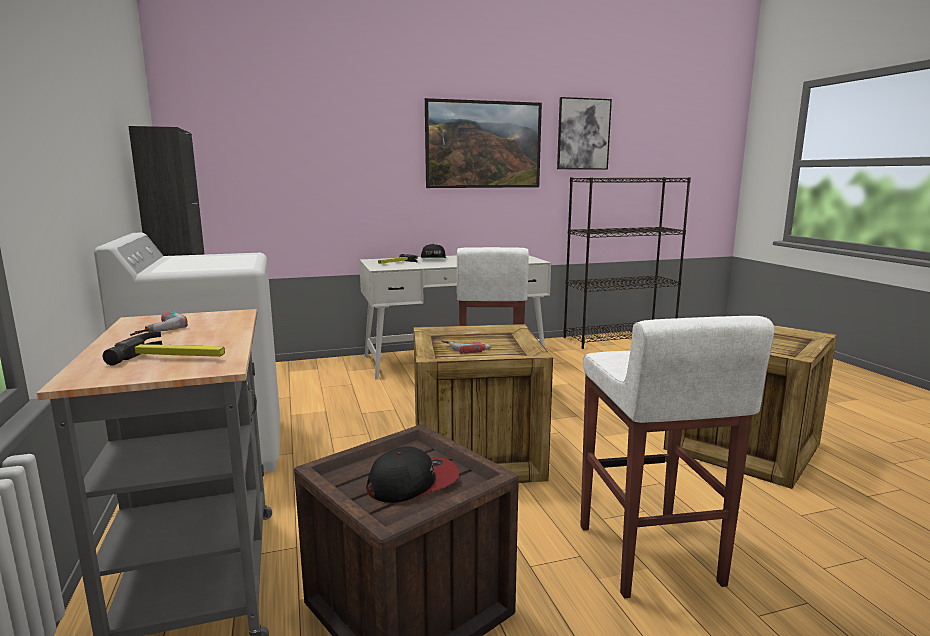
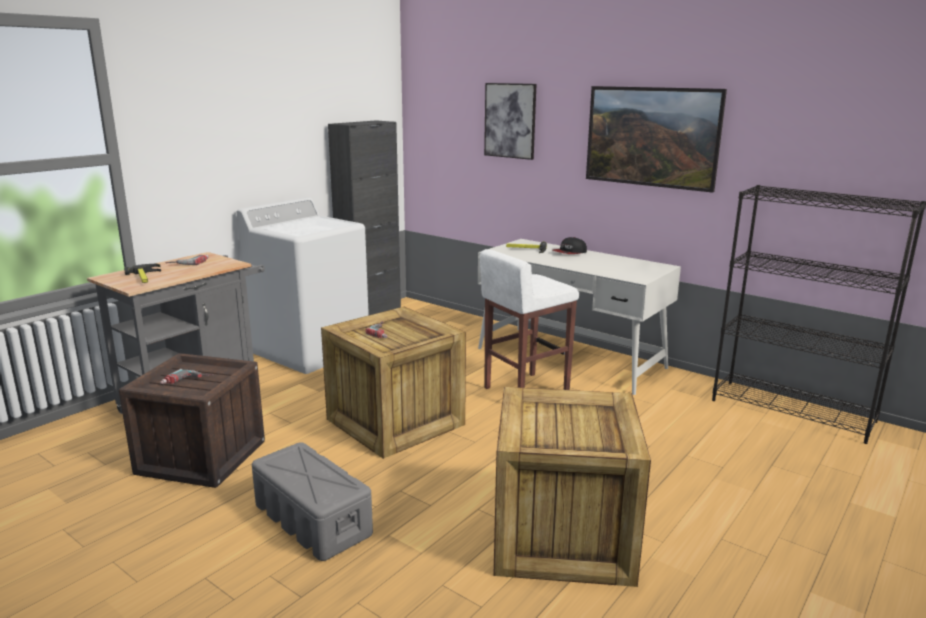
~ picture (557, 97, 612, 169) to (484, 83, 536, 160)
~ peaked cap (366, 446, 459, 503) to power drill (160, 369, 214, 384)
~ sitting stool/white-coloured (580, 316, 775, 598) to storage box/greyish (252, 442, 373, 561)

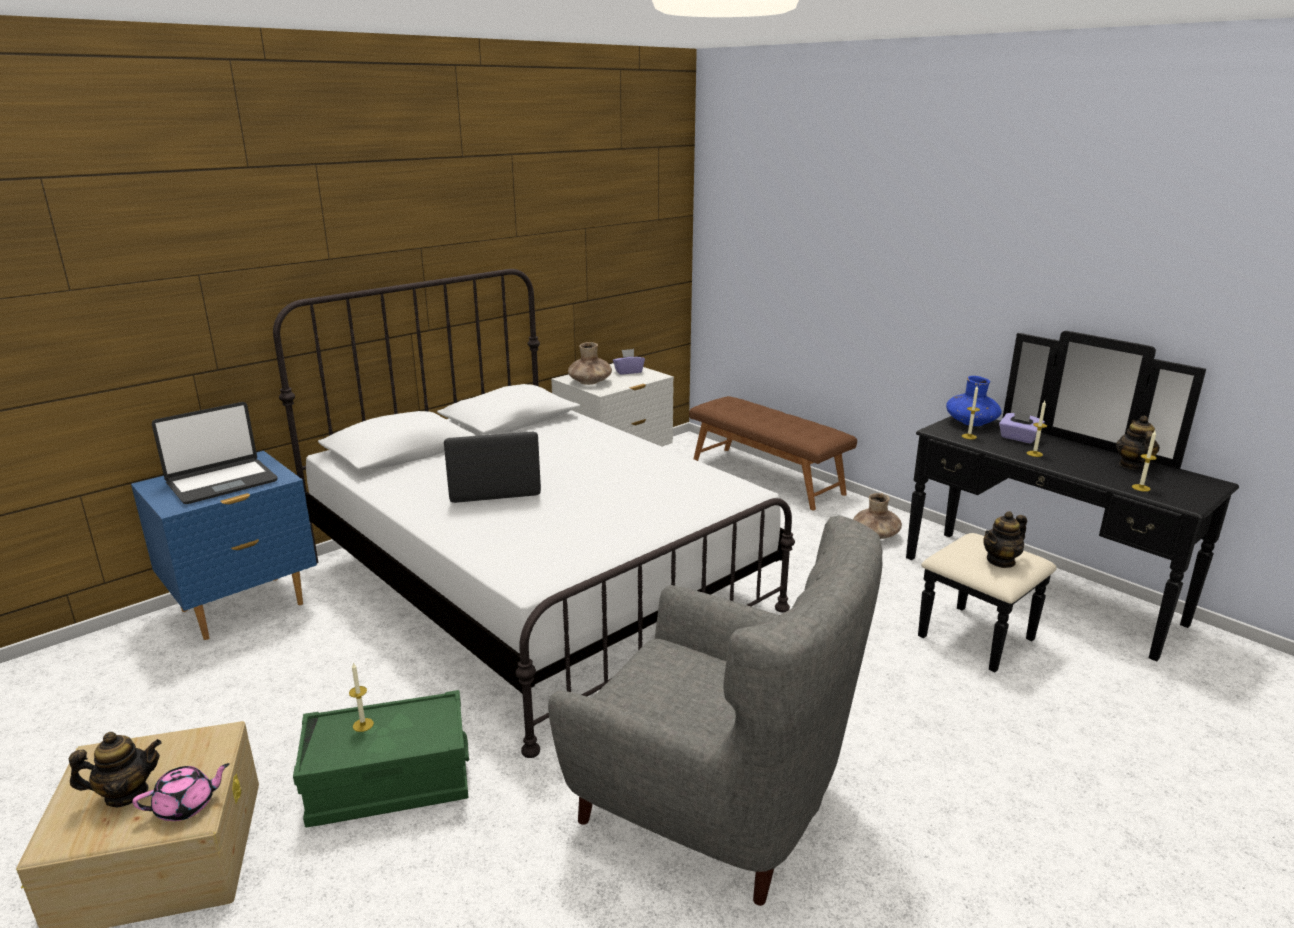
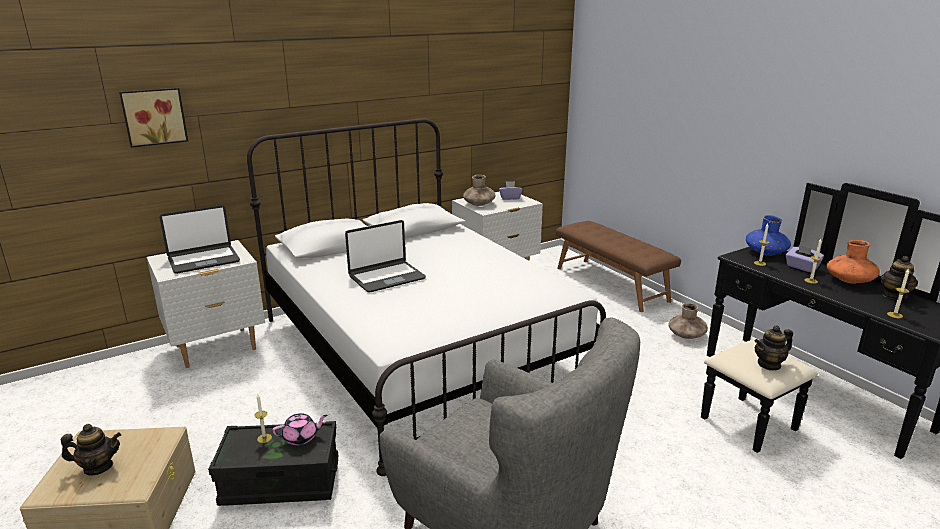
+ picture (119, 88, 188, 148)
+ flower vase/orangey (826, 240, 880, 284)
~ teapot/pink (132, 763, 230, 821) to (272, 413, 327, 445)
~ night table/blue (131, 451, 317, 640) to night table/white-coloured (147, 240, 265, 368)
~ storage box/green (293, 690, 469, 828) to storage box/black-coloured (208, 421, 338, 506)
~ notebook computer (444, 432, 541, 503) = (345, 220, 426, 293) 150 degrees clockwise

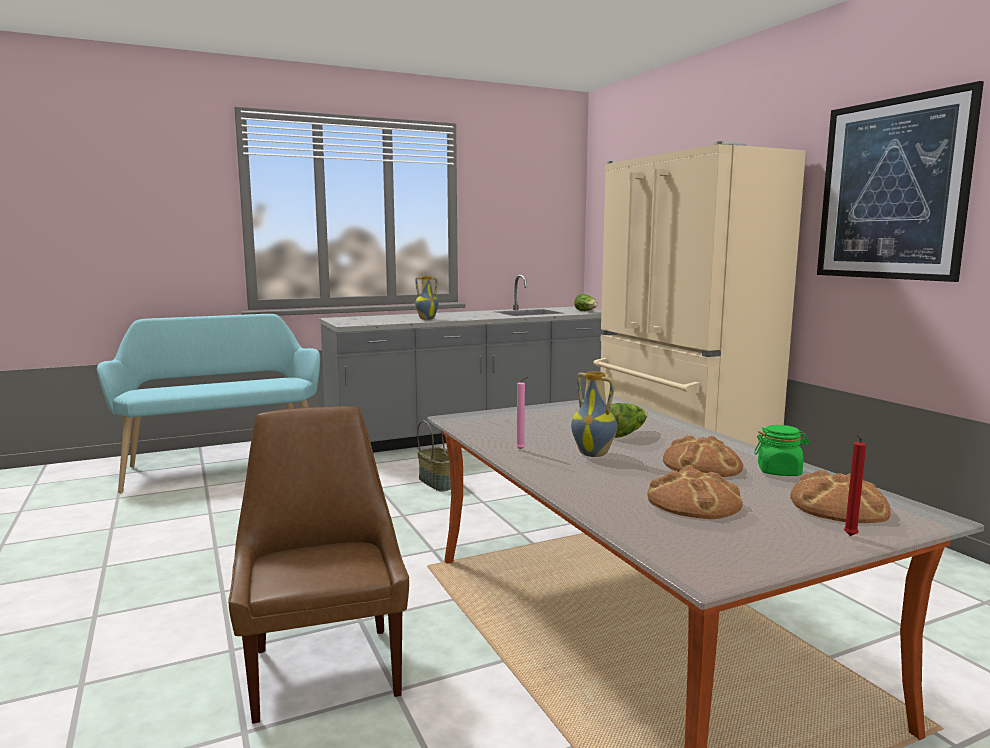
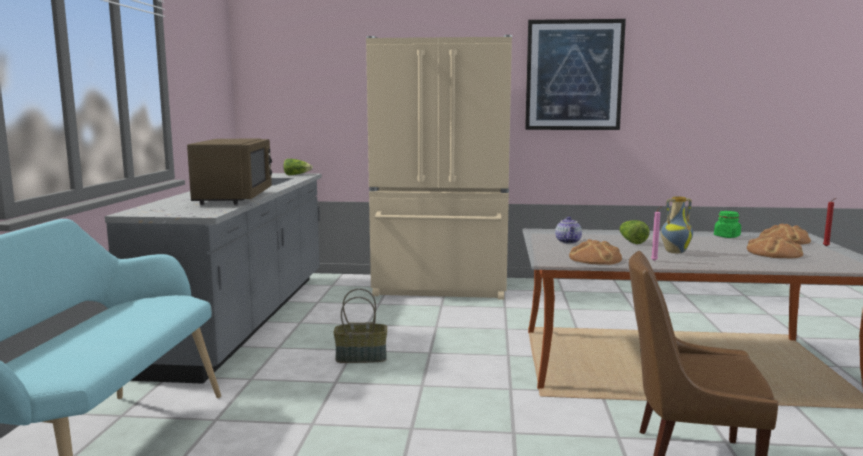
+ teapot (555, 217, 582, 244)
~ baked bread (663, 435, 743, 477) to (569, 239, 622, 265)
~ flower vase (415, 276, 439, 320) to microwave oven/brownish (187, 139, 272, 205)

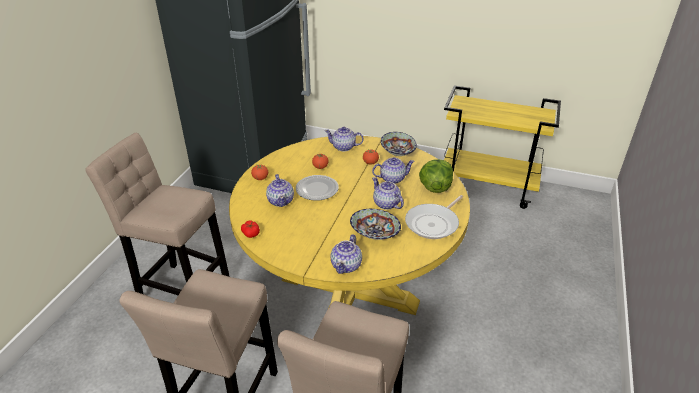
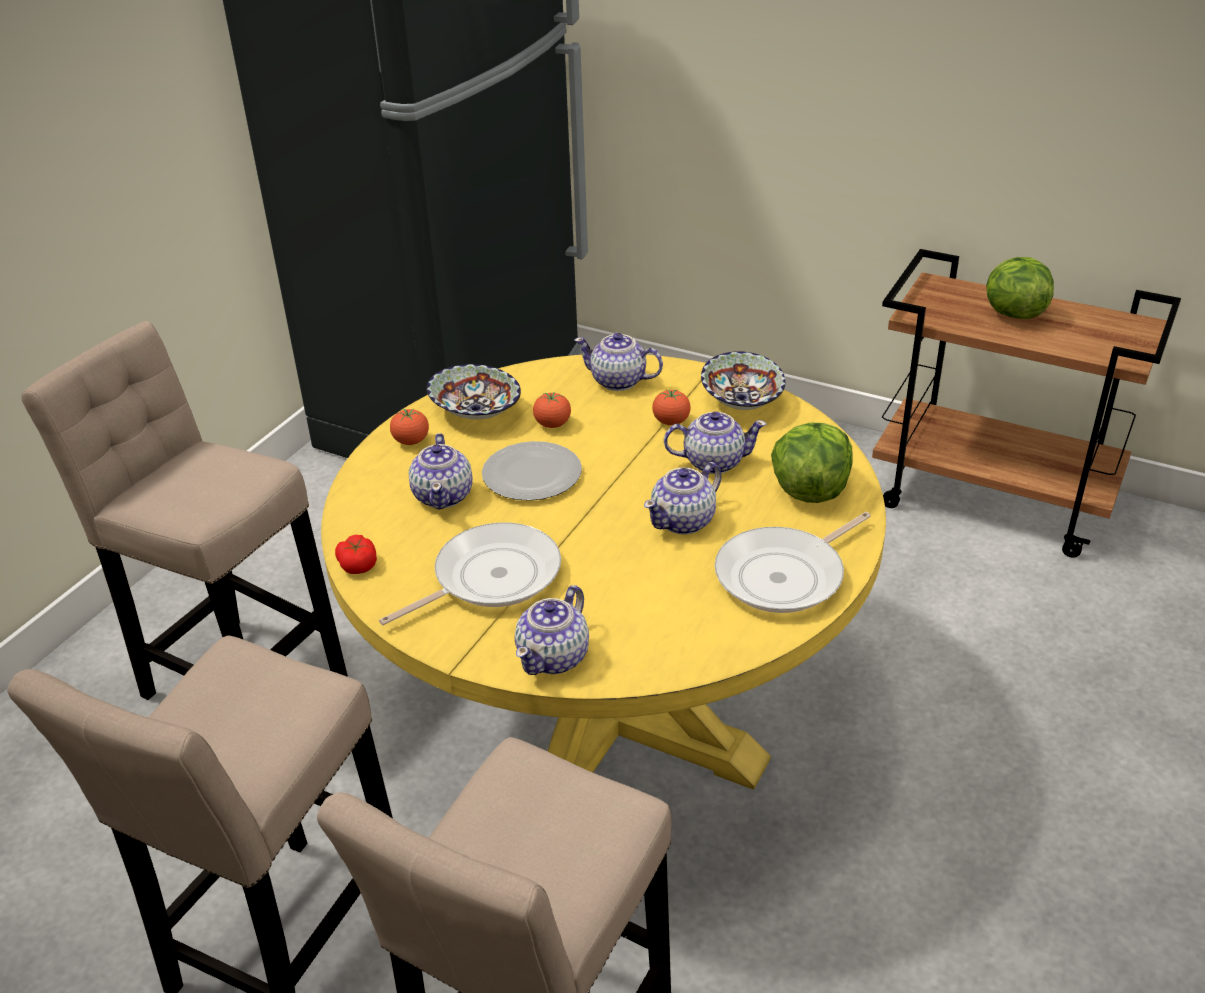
+ pan (379, 523, 561, 626)
+ lettuce (986, 257, 1054, 319)
~ deep dish (350, 209, 401, 240) to (426, 364, 521, 419)
~ trolley/yellow (444, 85, 561, 209) to trolley/brownish (872, 249, 1181, 558)
~ teapot (372, 177, 404, 210) = (644, 462, 722, 535) 105 degrees counterclockwise

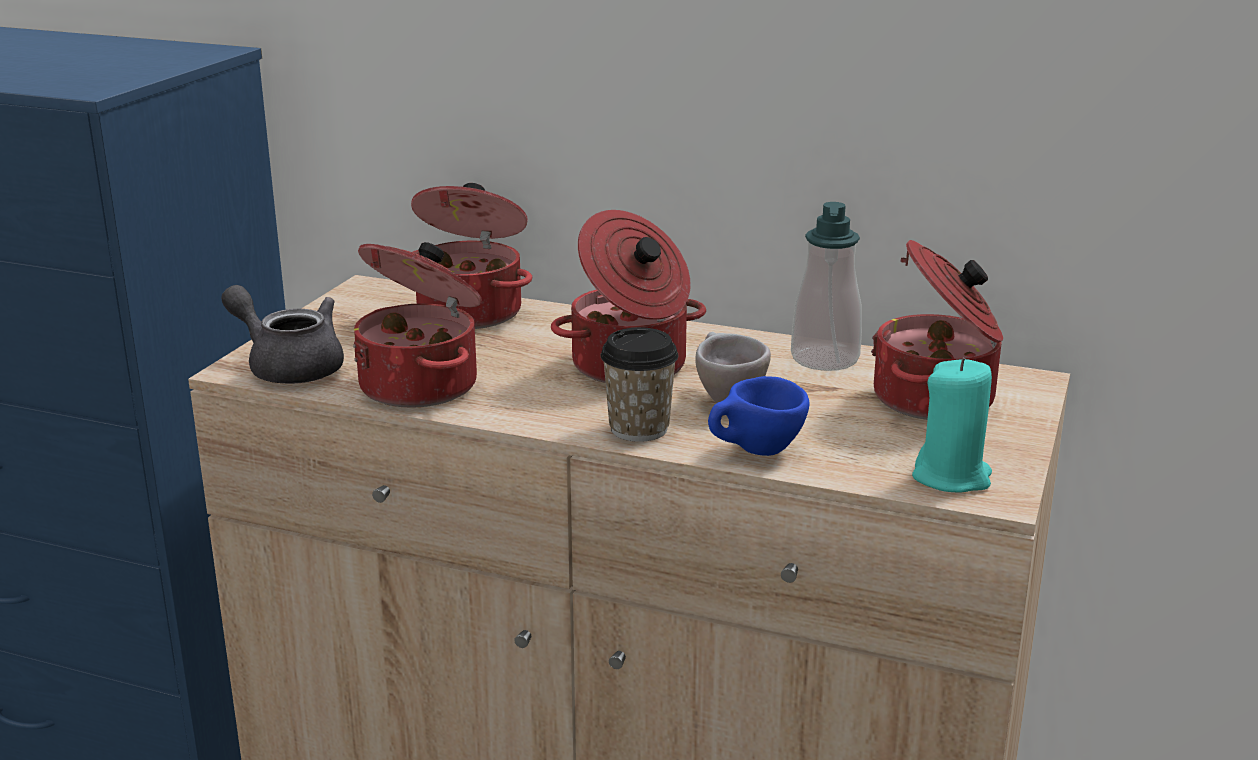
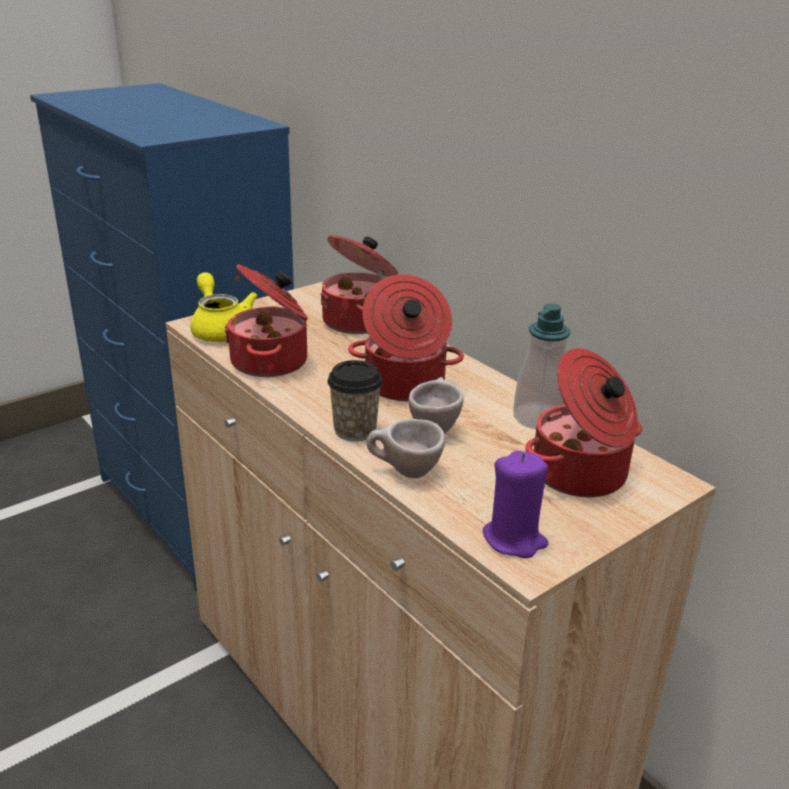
~ teapot/greyish (221, 285, 344, 384) to teapot/yellow (190, 272, 258, 342)
~ cup/blue (708, 376, 810, 456) to cup/sand-coloured (366, 419, 445, 478)
~ wax candle/blue-green (912, 358, 992, 493) to wax candle/purple-coloured (483, 451, 548, 558)

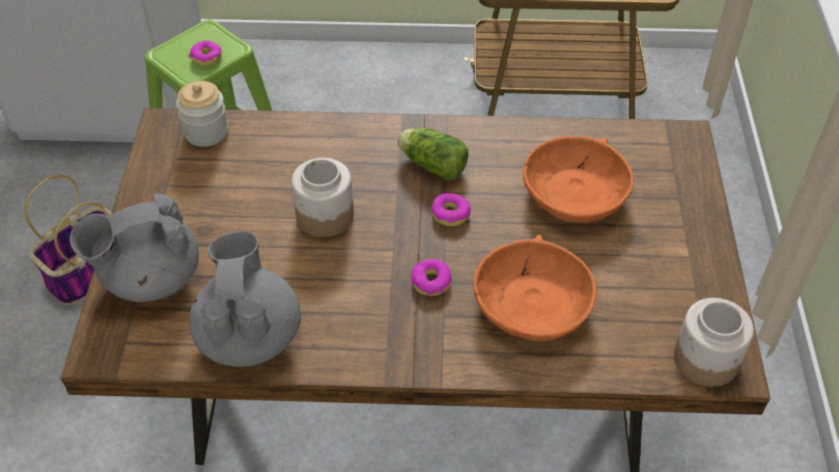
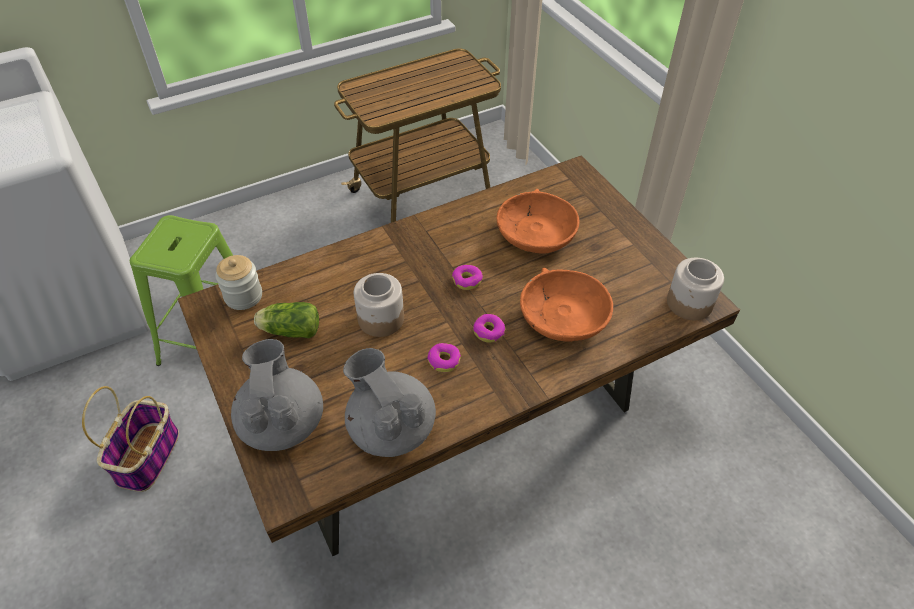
~ doughnut (190, 40, 222, 66) to (427, 343, 461, 372)
~ lettuce (397, 128, 468, 180) to (254, 302, 319, 338)
~ teapot/greyish (70, 194, 199, 302) = (231, 339, 323, 451) 135 degrees clockwise

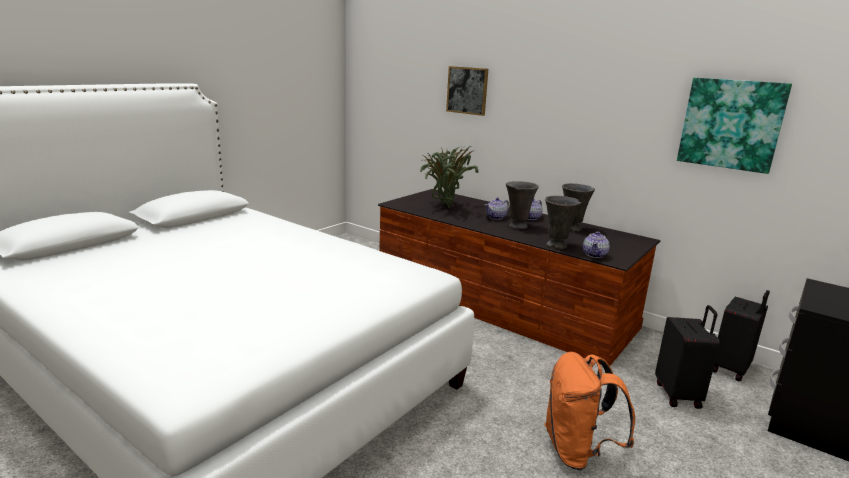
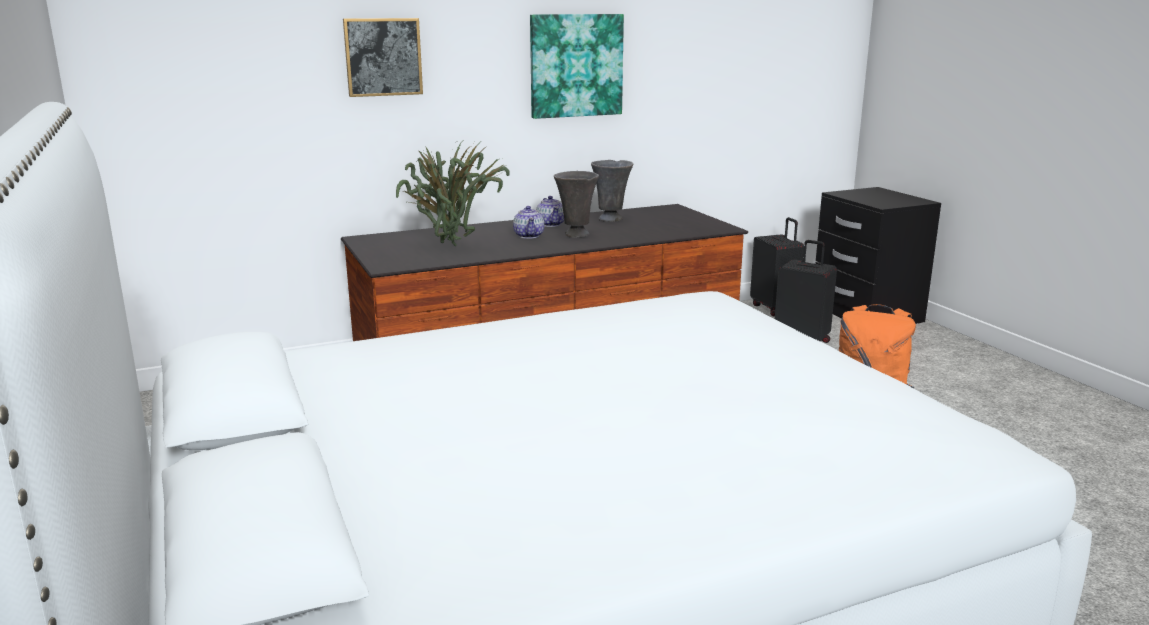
- flower vase/greyish (545, 195, 581, 249)
- teapot (583, 231, 609, 258)
~ picture (677, 78, 792, 174) to (530, 14, 624, 119)

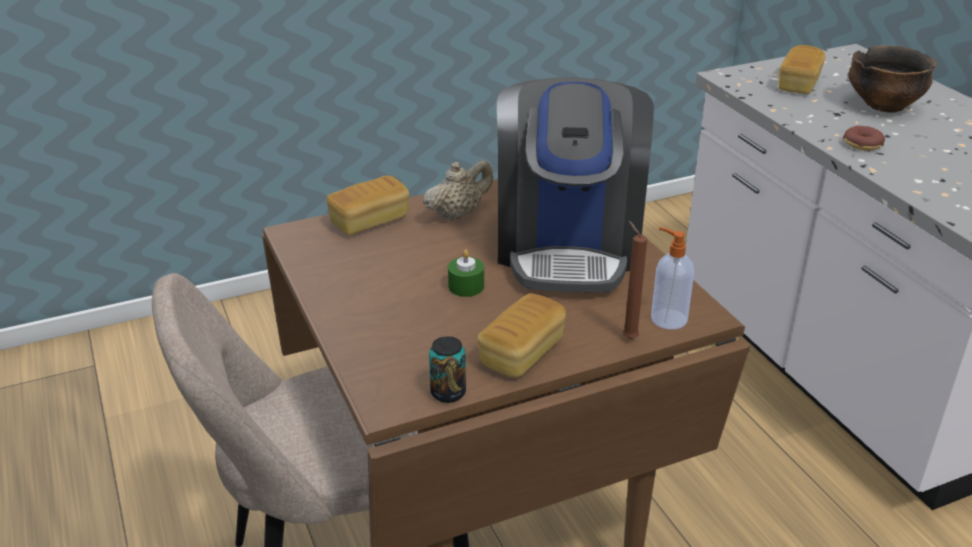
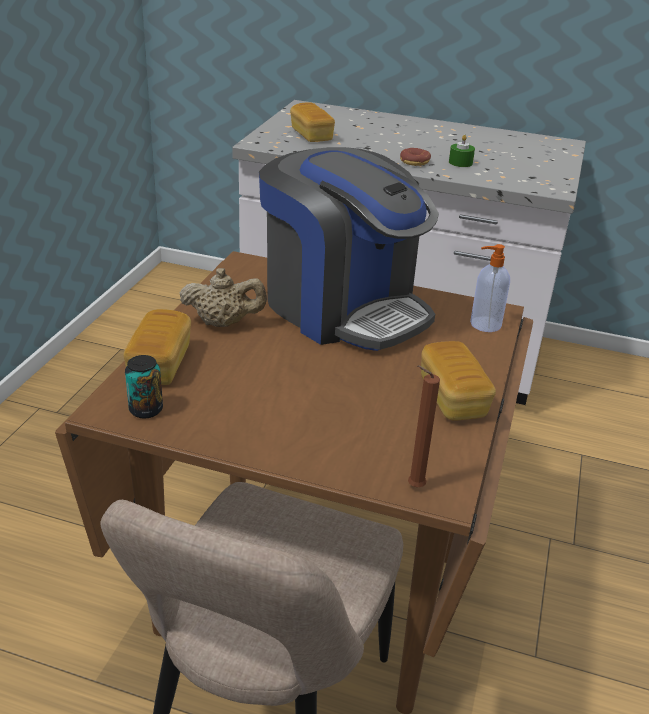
- deep dish (848, 45, 936, 113)
~ can (429, 336, 466, 403) to (125, 355, 163, 418)
~ wax candle/green (448, 250, 484, 297) to (449, 135, 475, 167)
~ wax candle/brownish (623, 221, 647, 339) to (408, 365, 440, 487)
~ teapot/sand-coloured (423, 160, 493, 221) = (180, 268, 267, 327) 90 degrees clockwise

